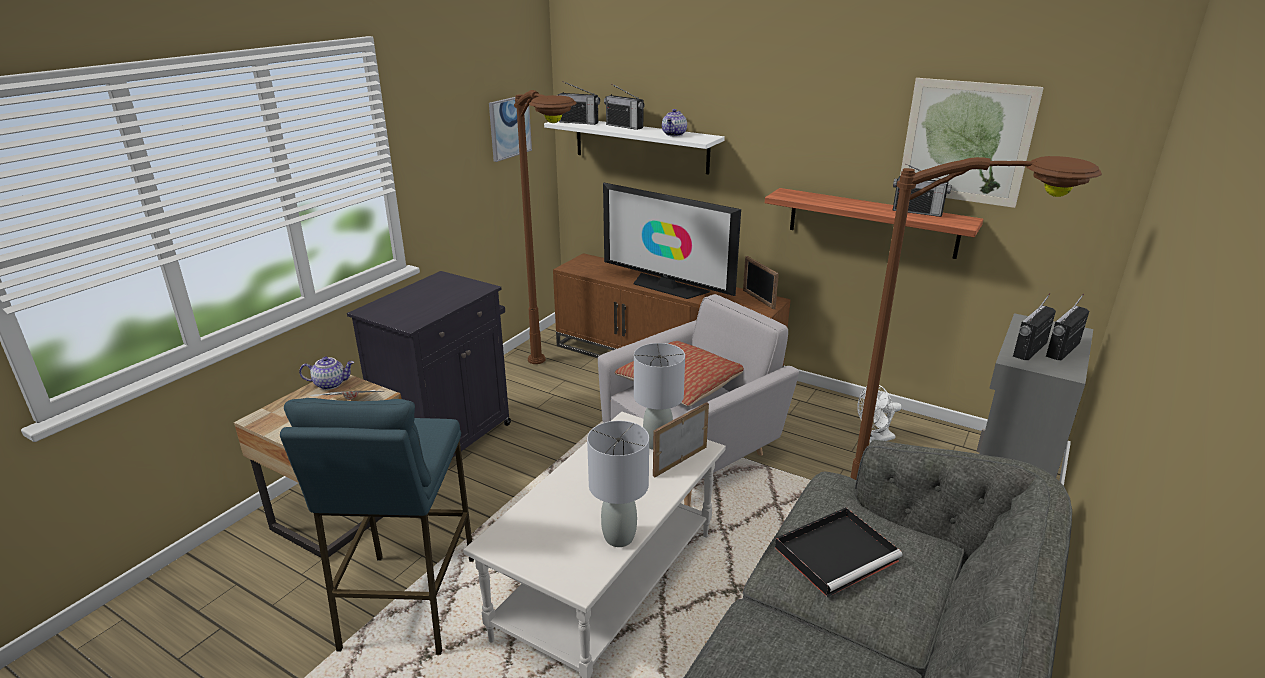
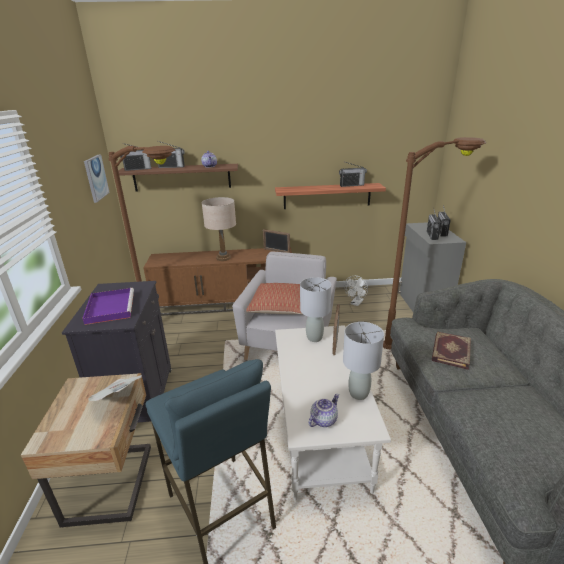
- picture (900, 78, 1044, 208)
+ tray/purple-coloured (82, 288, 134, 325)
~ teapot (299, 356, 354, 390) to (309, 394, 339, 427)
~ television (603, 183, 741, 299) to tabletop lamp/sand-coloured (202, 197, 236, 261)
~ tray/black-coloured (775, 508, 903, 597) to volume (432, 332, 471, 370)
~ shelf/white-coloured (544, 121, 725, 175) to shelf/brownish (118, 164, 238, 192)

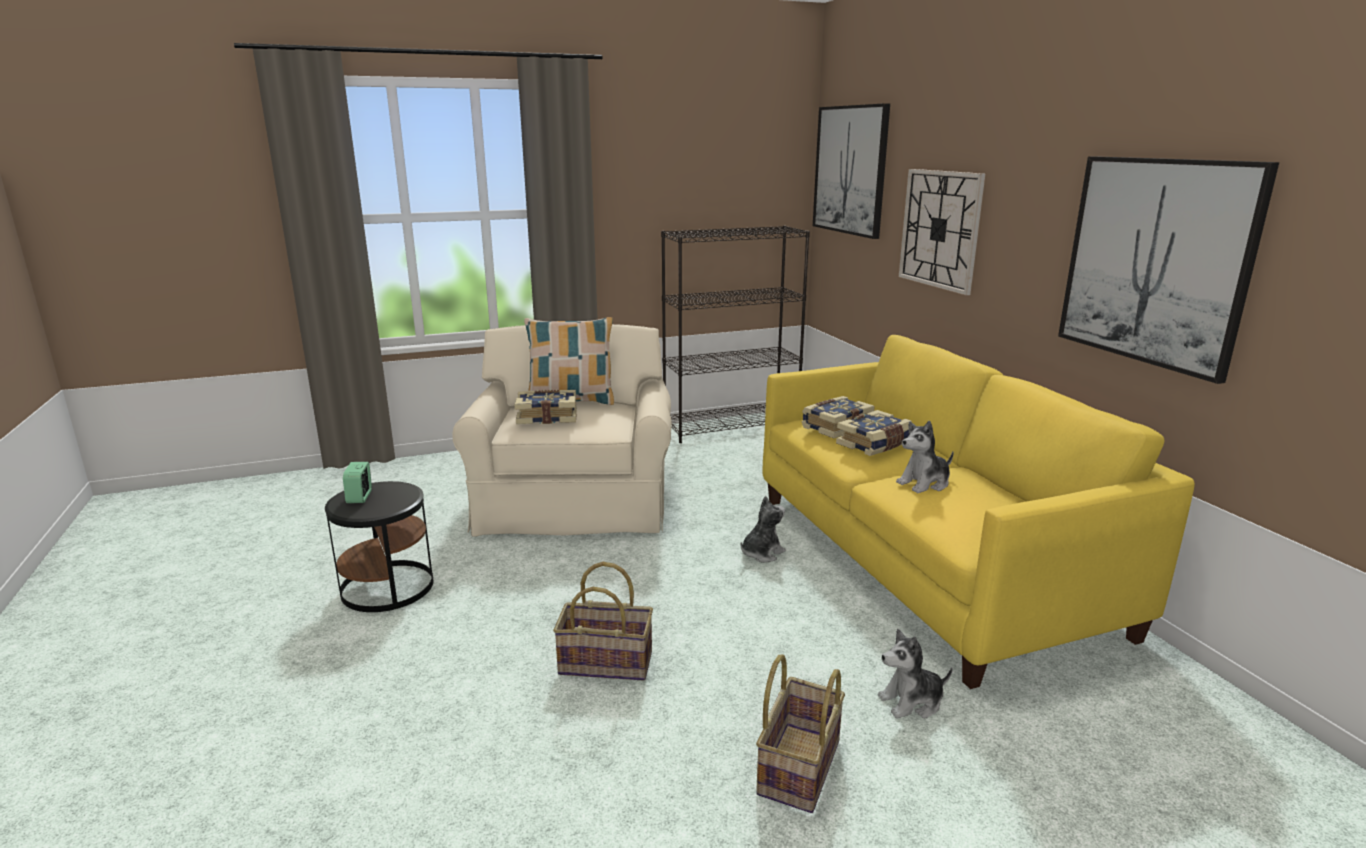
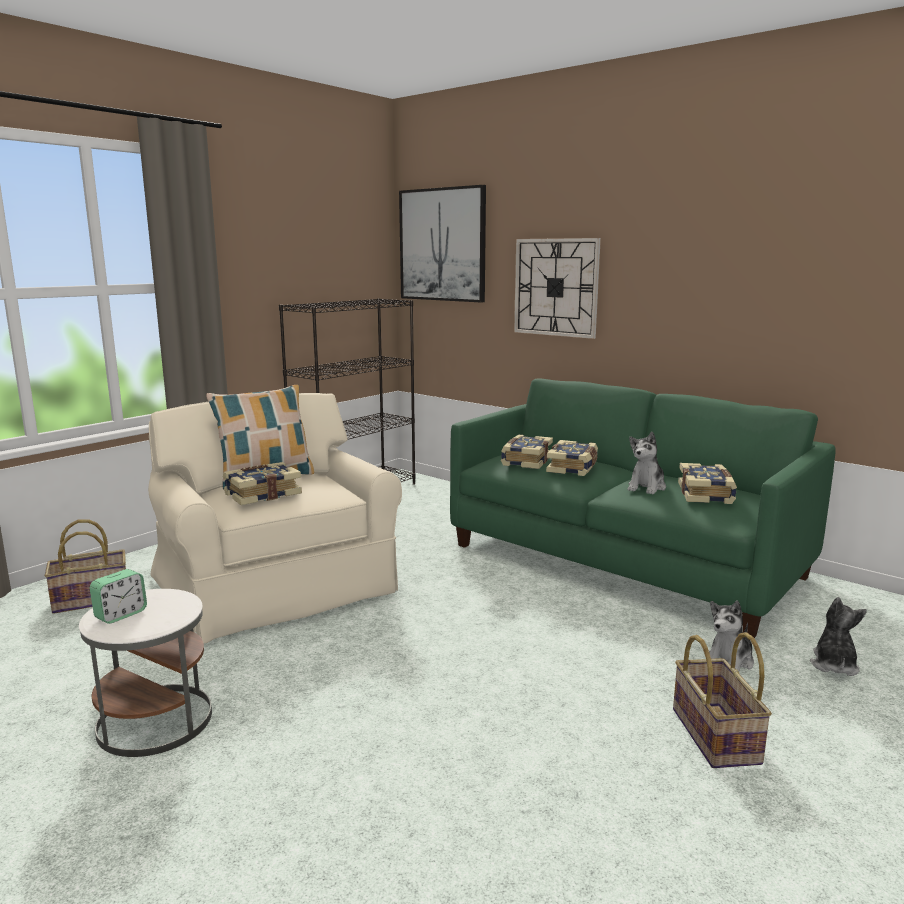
- picture (1058, 156, 1279, 384)
+ volume (678, 463, 737, 504)
~ storage basket (553, 562, 653, 681) to (45, 519, 126, 614)
~ cuddly toy (741, 496, 786, 563) to (810, 597, 867, 676)
~ accent table/black-coloured (325, 481, 433, 612) to accent table/white-coloured (79, 589, 212, 757)
~ settee/yellow (763, 335, 1195, 689) to settee/green (450, 378, 836, 638)
~ bedside clock (343, 462, 372, 503) = (90, 569, 147, 624) 105 degrees counterclockwise

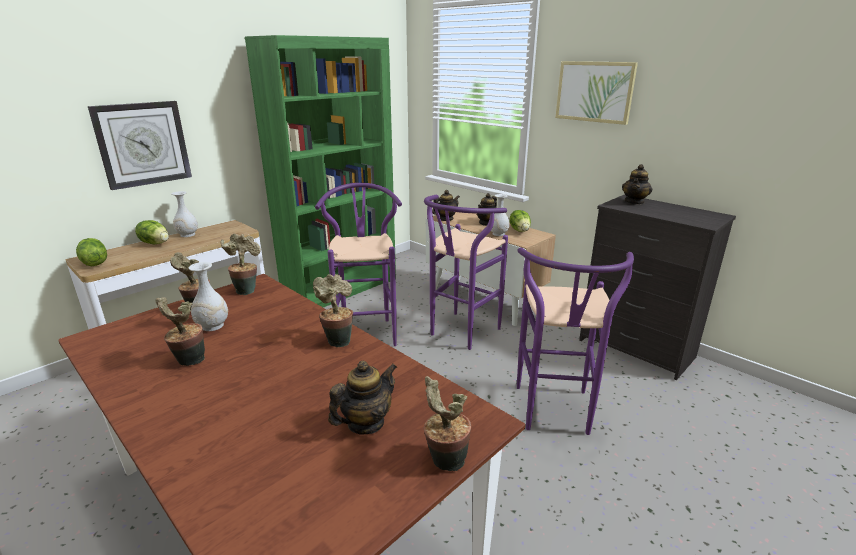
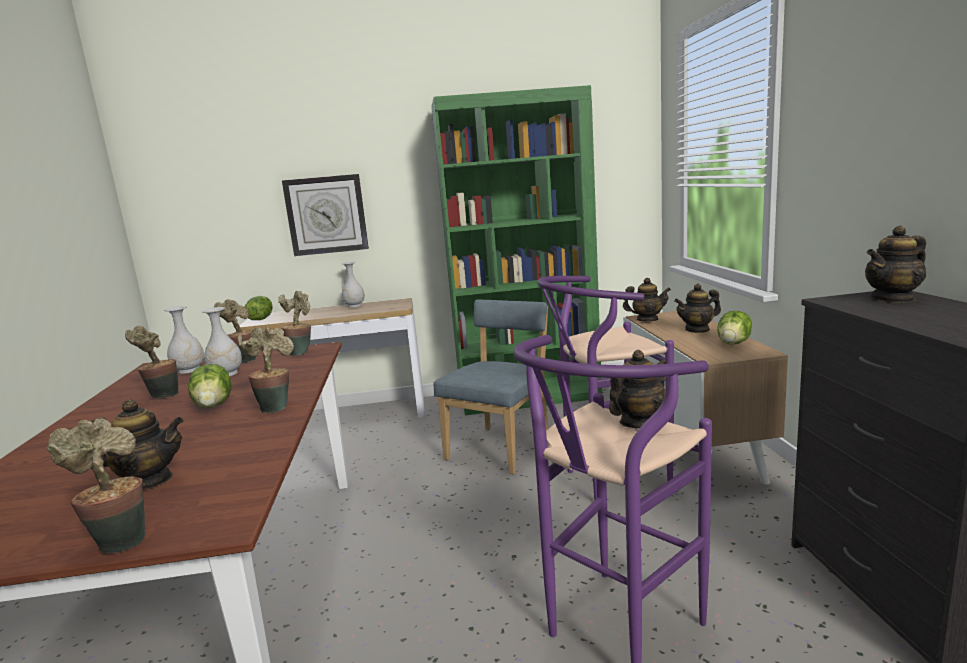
- picture (555, 61, 638, 125)
+ teapot (609, 350, 666, 428)
~ lettuce (135, 220, 169, 244) to (188, 364, 232, 408)
~ flower vase/white-coloured (491, 194, 510, 236) to (164, 306, 204, 374)
~ sitting stool/purple-coloured (315, 183, 402, 346) to plain chair/blue (434, 299, 549, 474)

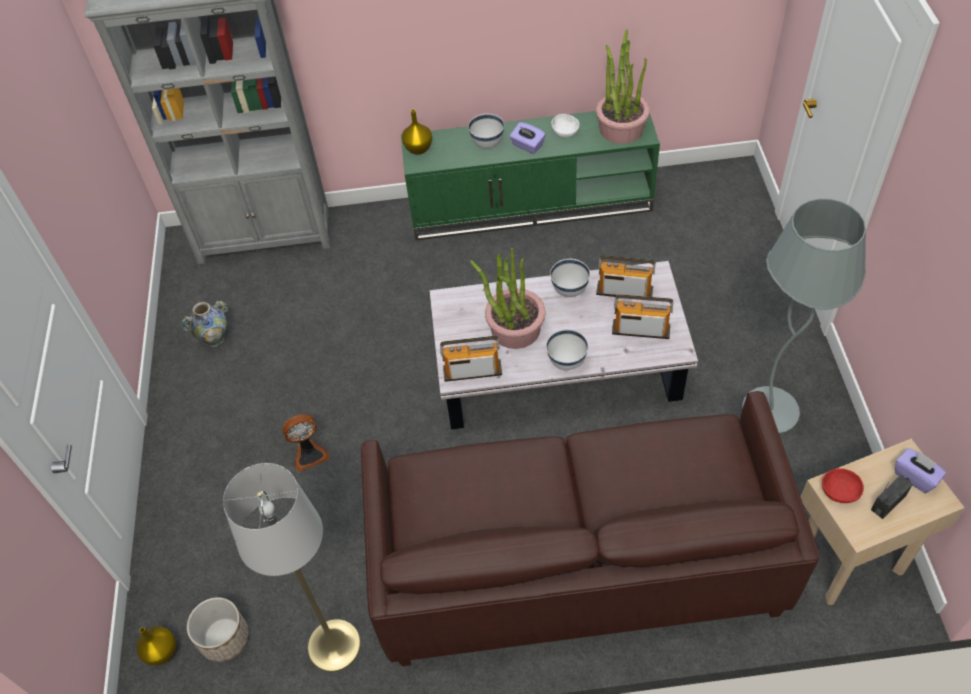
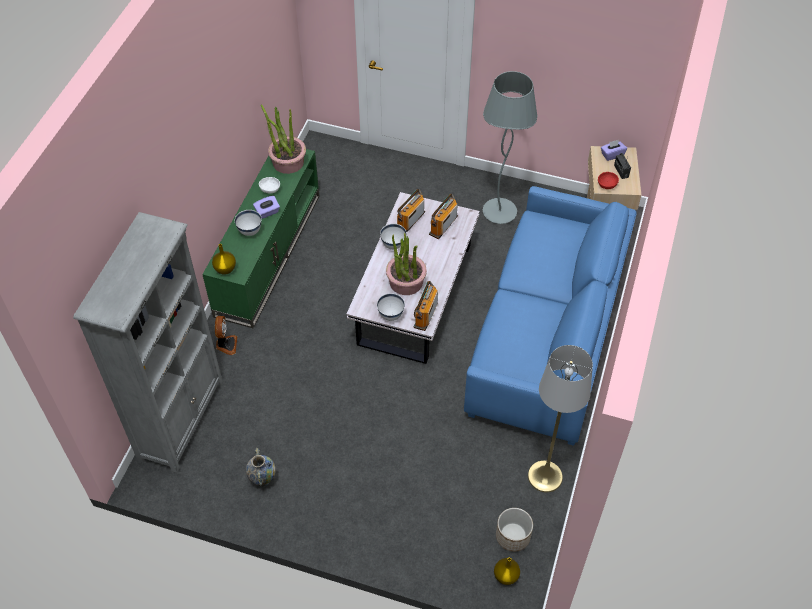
~ electric fan (282, 414, 330, 472) to (215, 316, 237, 355)
~ deep dish/white-coloured (546, 329, 588, 370) to (377, 293, 405, 321)
~ settee/brownish (361, 391, 819, 666) to settee/blue (464, 186, 637, 446)

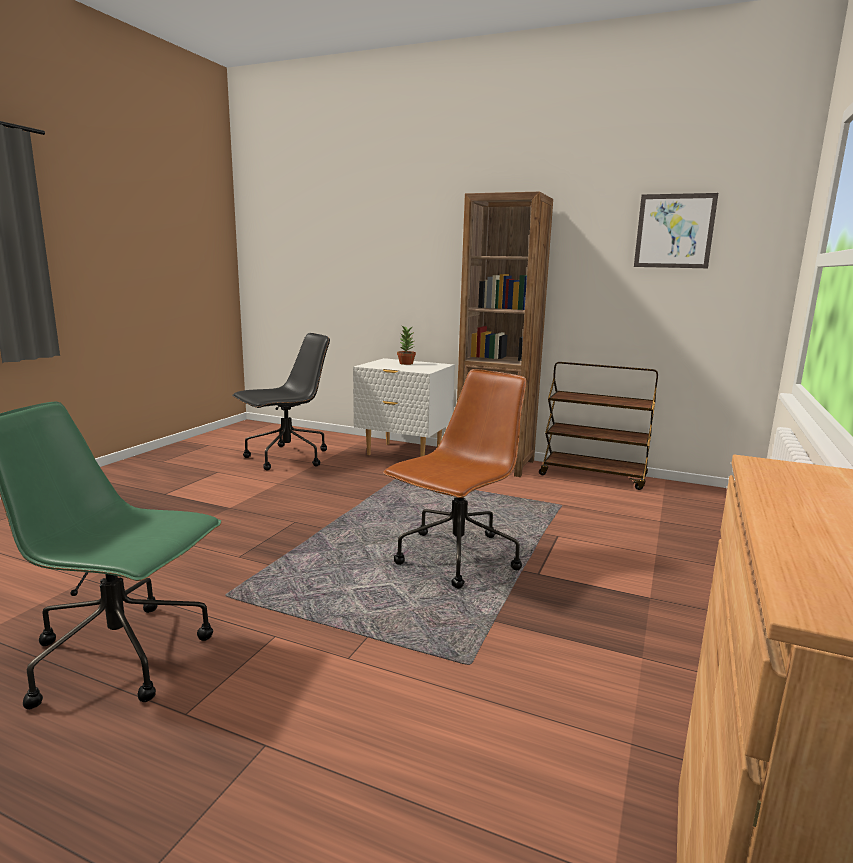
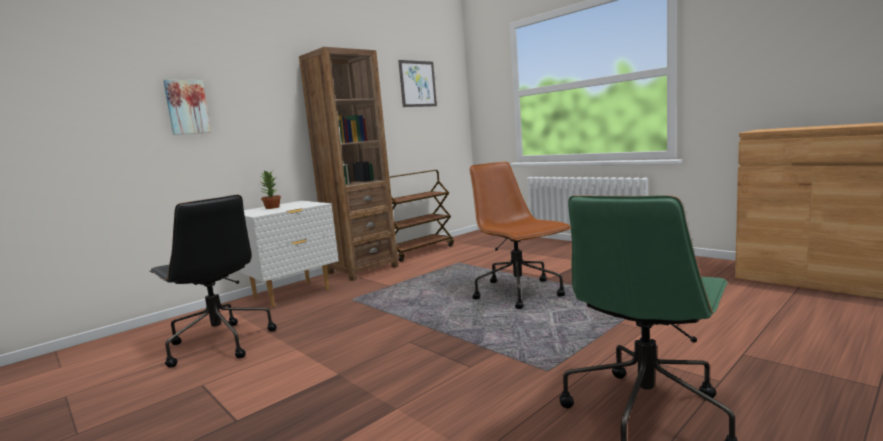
+ picture (163, 79, 211, 135)
~ office chair/black-coloured (232, 333, 330, 471) = (149, 195, 277, 368) 150 degrees clockwise

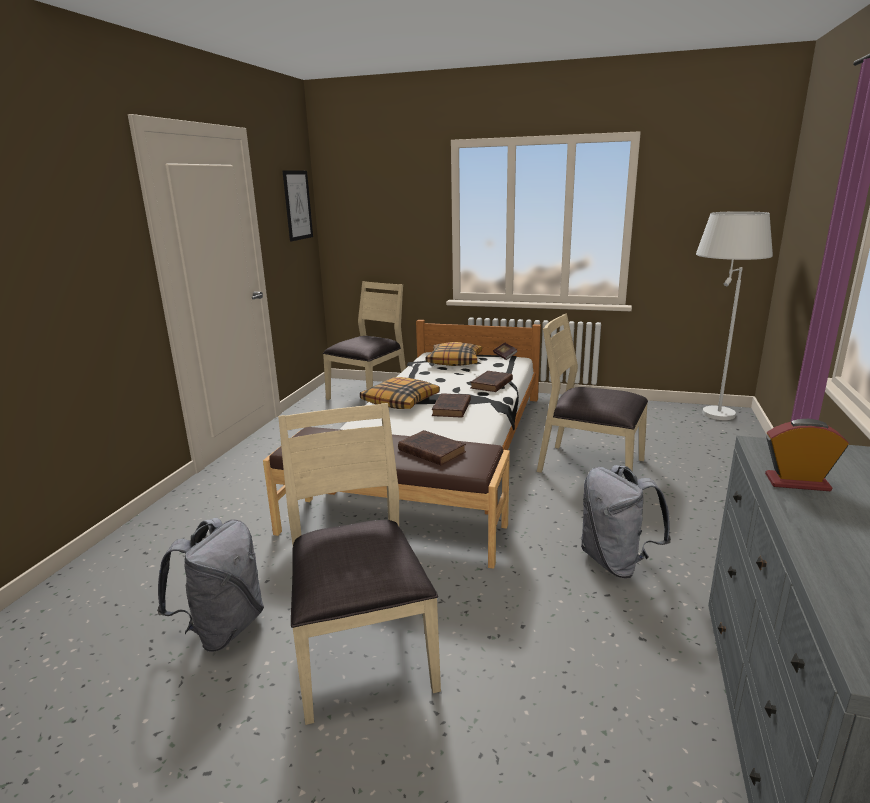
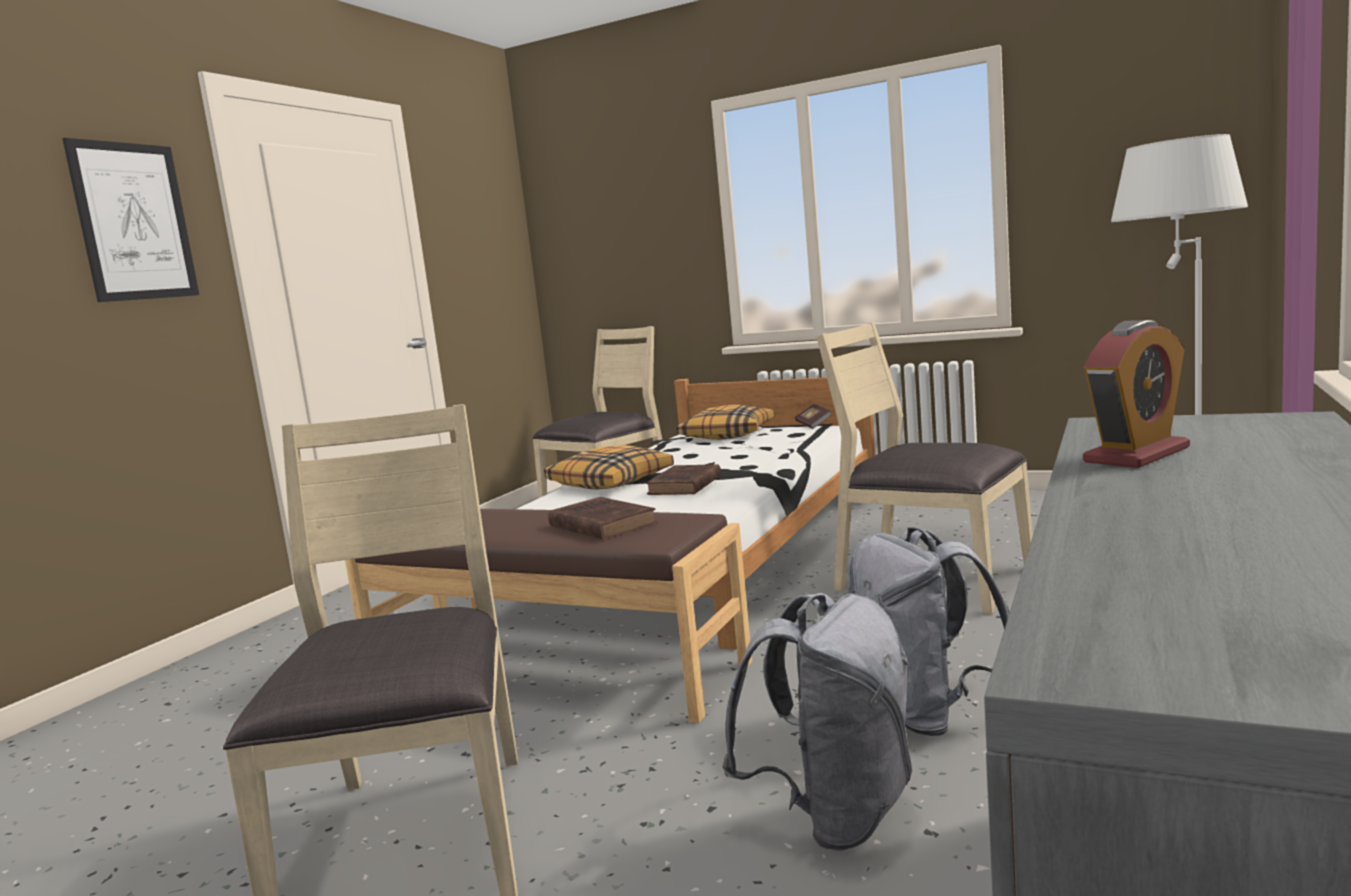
- volume/brownish (470, 371, 513, 392)
~ rucksack/greyish (157, 518, 264, 652) to (722, 593, 912, 851)
~ picture (282, 170, 313, 242) to (62, 138, 199, 302)
~ bedside clock (765, 419, 849, 491) = (1083, 320, 1190, 468) 120 degrees clockwise

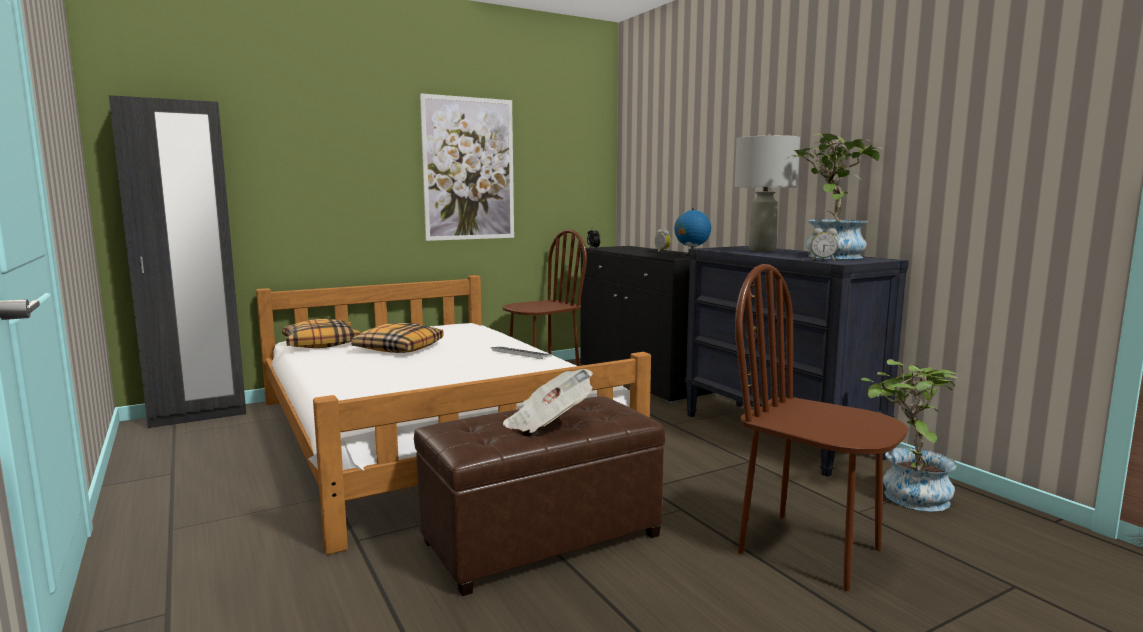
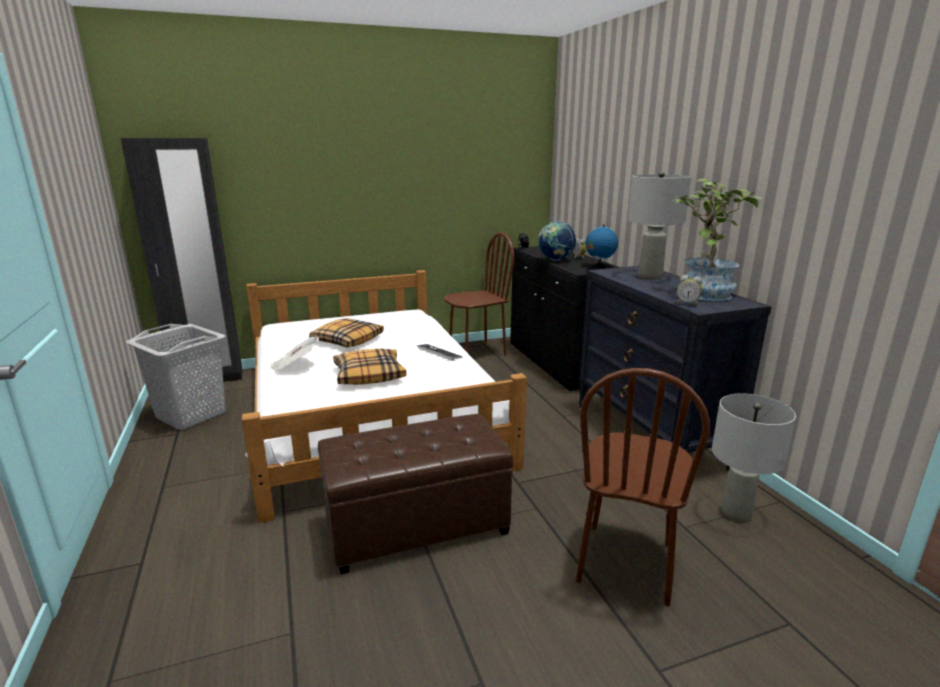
- picture (420, 93, 514, 241)
+ hamper/greyish (126, 324, 226, 430)
+ world globe (538, 221, 576, 261)
~ throw pillow (282, 319, 361, 348) to (333, 349, 407, 385)
~ printed paper (503, 369, 593, 433) to (270, 337, 319, 372)
~ houseplant (861, 359, 958, 512) to tabletop lamp/greyish (712, 394, 796, 522)
~ plain chair/brownish (735, 264, 909, 591) = (576, 368, 710, 607) 120 degrees counterclockwise

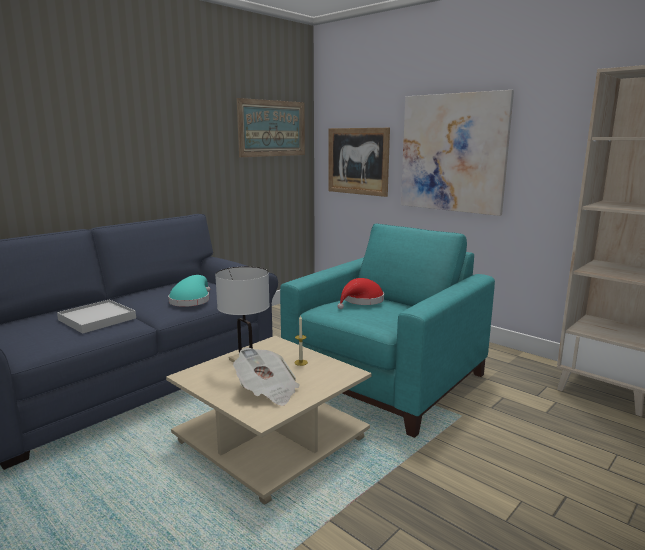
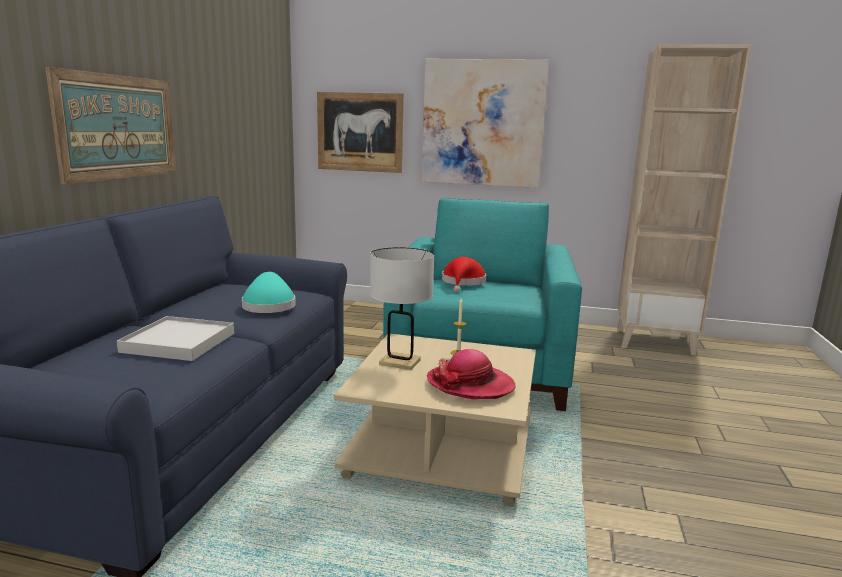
~ picture (237, 98, 305, 157) to (45, 67, 176, 184)
~ printed paper (233, 348, 300, 406) to hat (427, 349, 516, 399)

